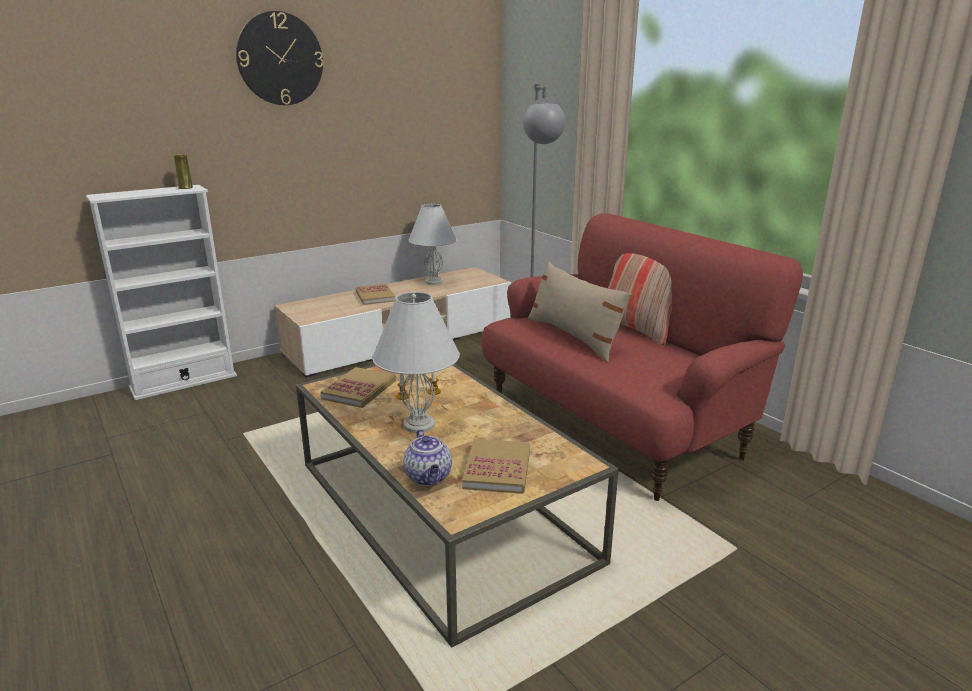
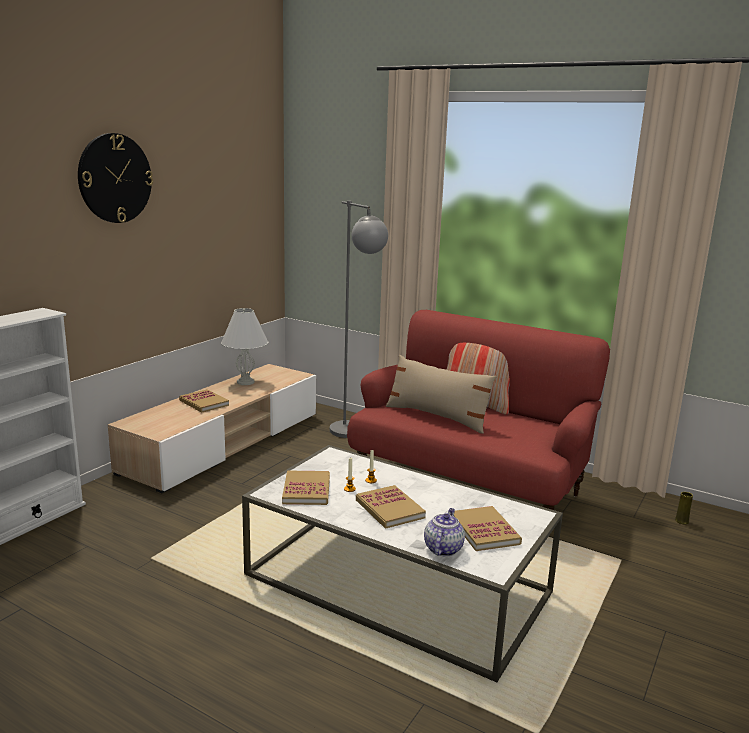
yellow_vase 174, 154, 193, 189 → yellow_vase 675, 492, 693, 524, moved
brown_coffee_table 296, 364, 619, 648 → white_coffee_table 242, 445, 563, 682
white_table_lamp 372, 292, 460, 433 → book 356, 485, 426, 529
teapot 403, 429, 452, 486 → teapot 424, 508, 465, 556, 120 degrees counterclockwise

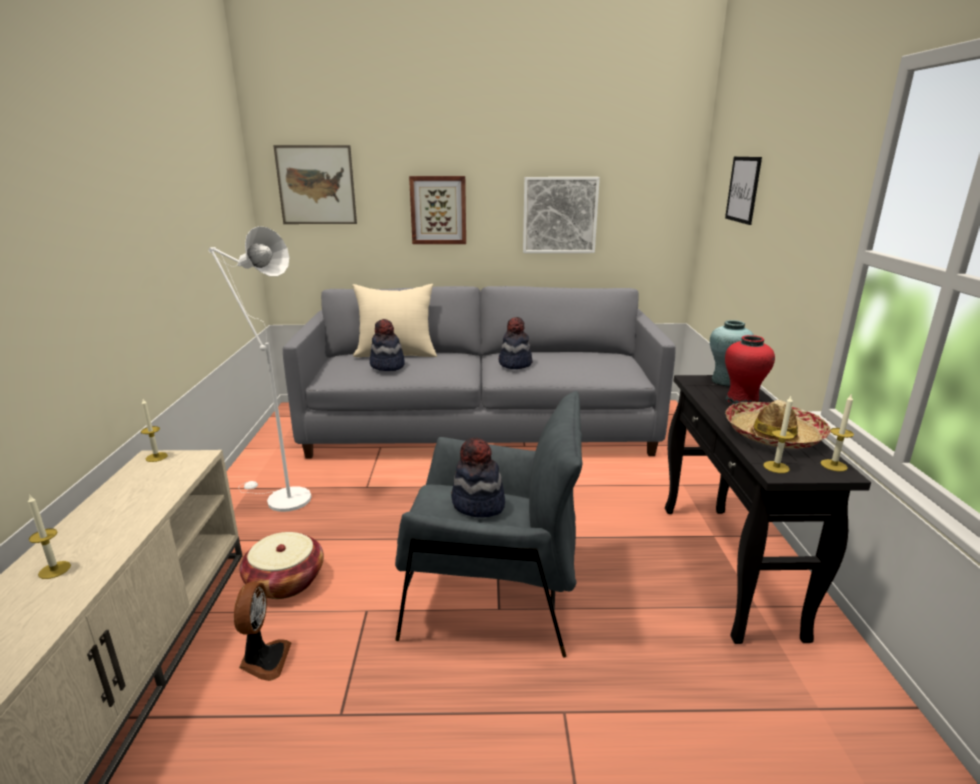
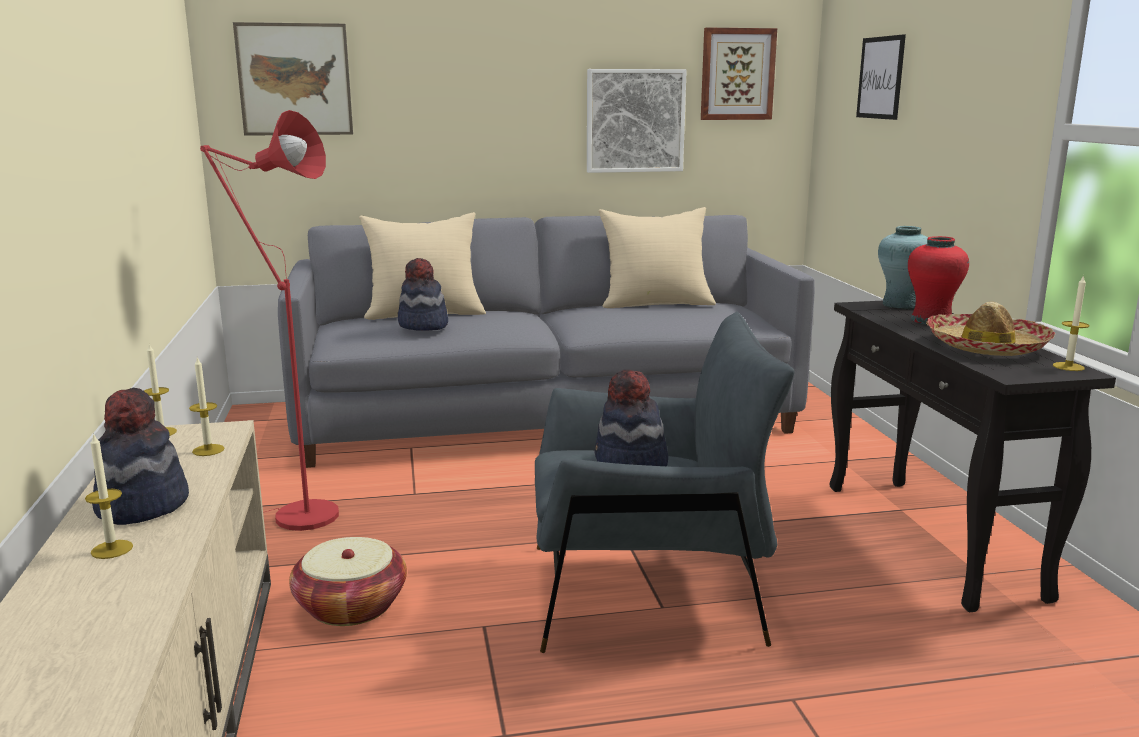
white_floor_lamp 208, 226, 312, 512 → red_floor_lamp 200, 110, 339, 531
fan 234, 582, 291, 681 → -
picture 409, 176, 466, 244 → picture 701, 28, 777, 120, moved
hat 498, 317, 533, 369 → hat 92, 388, 189, 525, moved
candle 763, 396, 795, 473 → candle 189, 357, 225, 456, moved
- → beige_pillow 598, 207, 716, 308

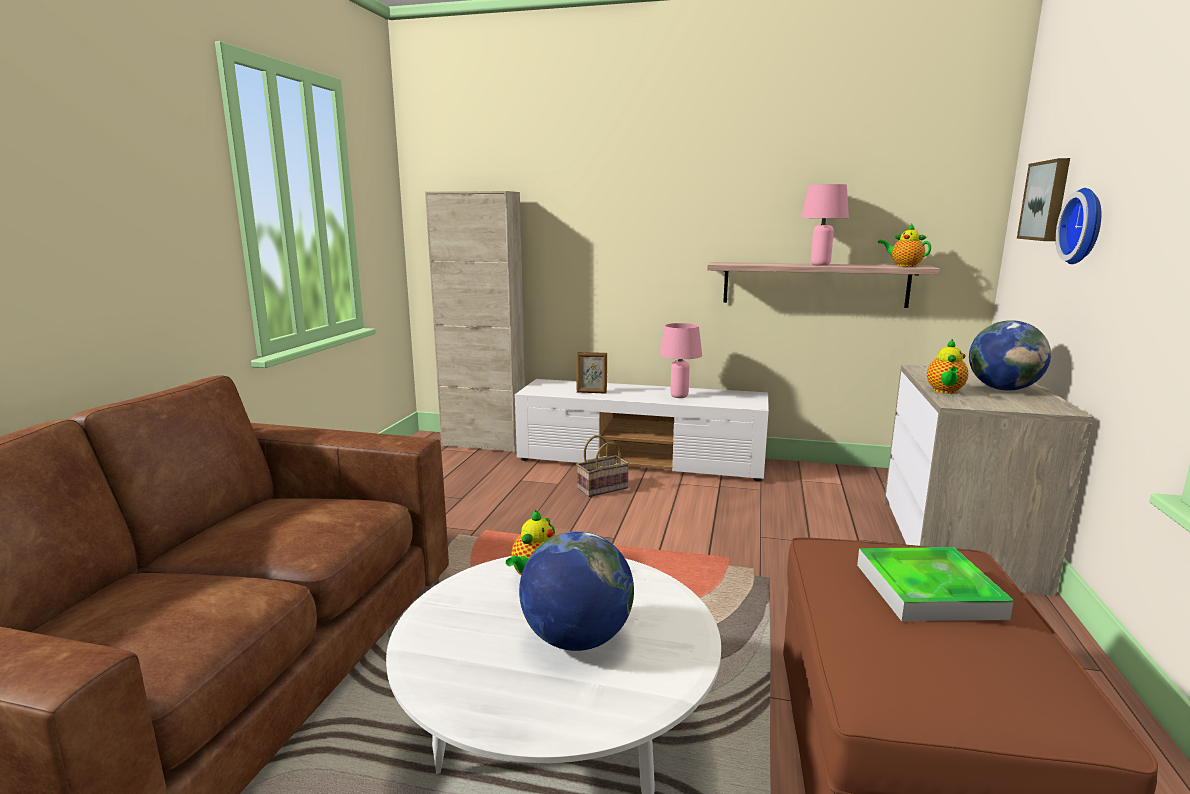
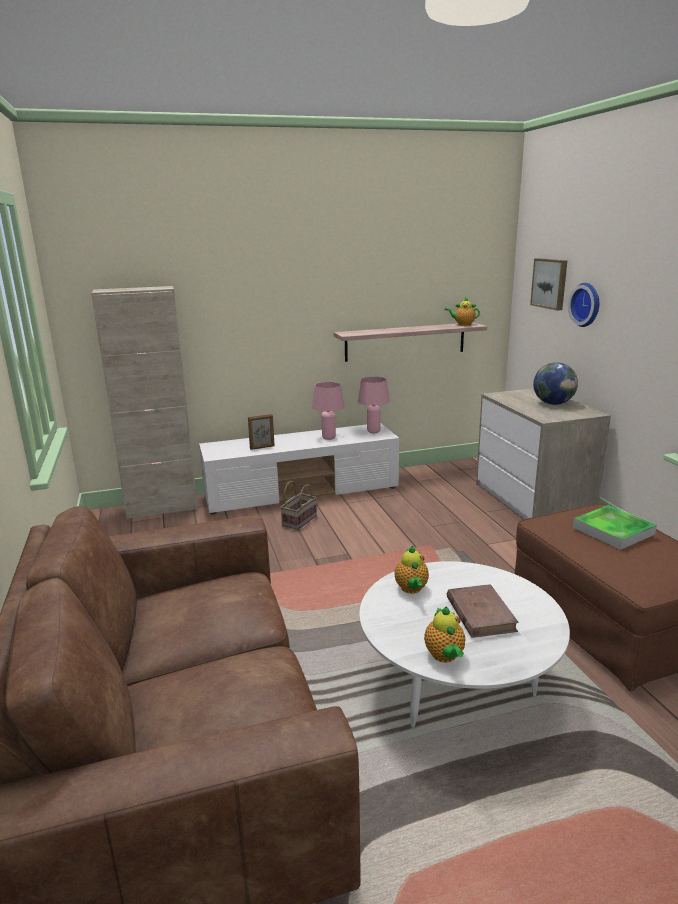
globe 519, 531, 634, 651 → brown_book 447, 584, 519, 638
pink_table_lamp 801, 184, 849, 266 → pink_table_lamp 358, 377, 390, 433, moved
teapot 927, 339, 968, 394 → teapot 424, 606, 465, 663, moved

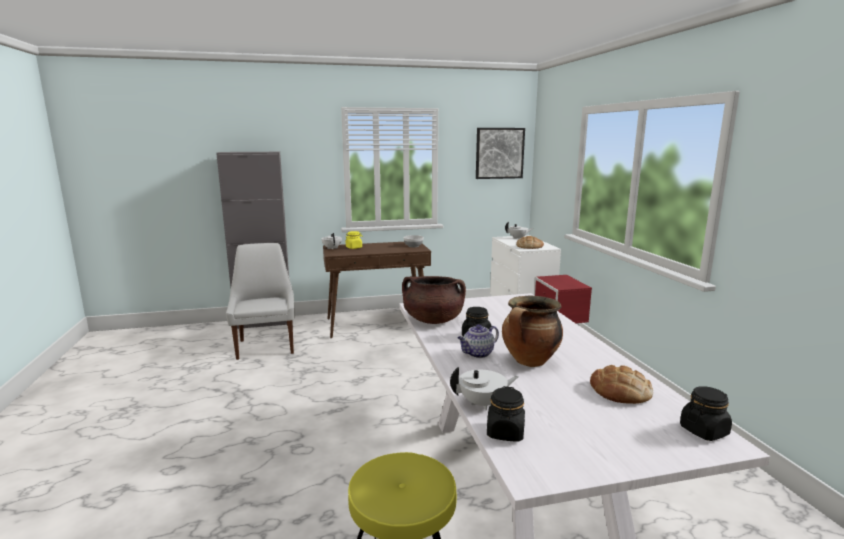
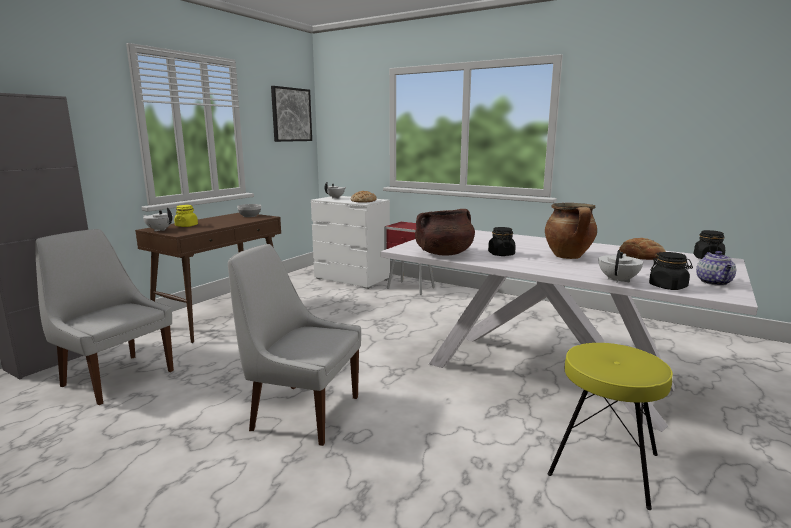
teapot 458, 324, 499, 358 → teapot 696, 251, 736, 286, moved
- → white_chair 228, 244, 361, 446

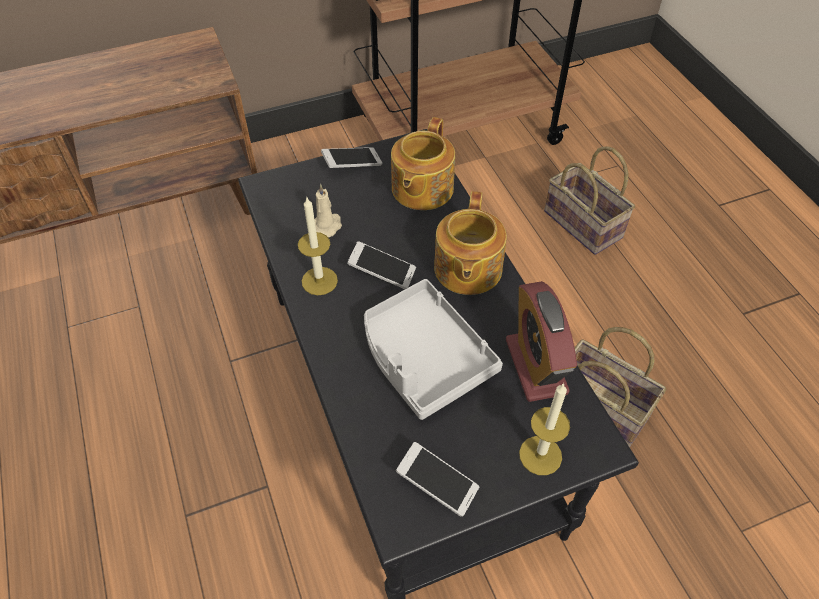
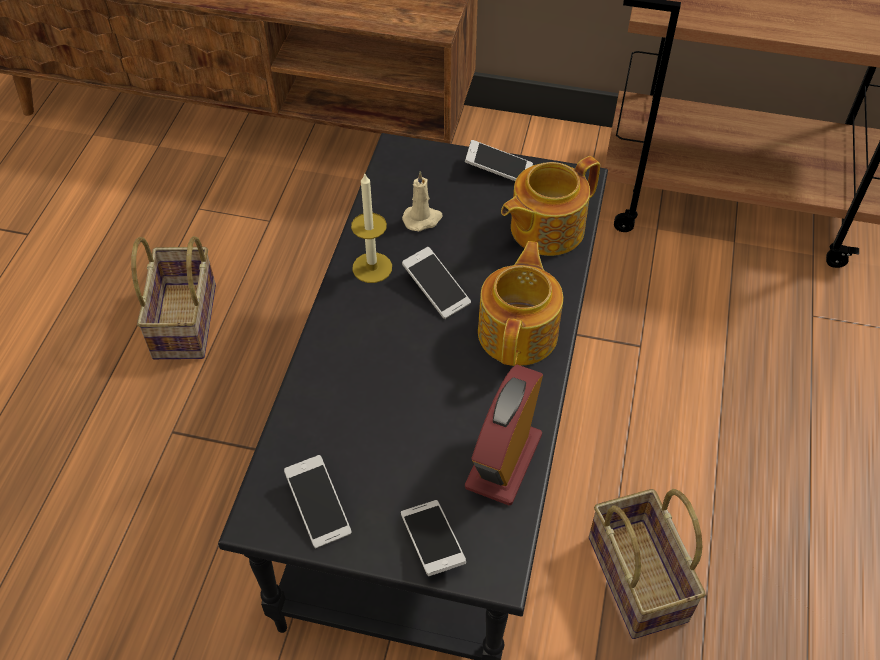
grey_tray 364, 279, 503, 420 → -
teapot 434, 191, 507, 295 → teapot 478, 241, 563, 366, 150 degrees clockwise
candle 519, 383, 570, 475 → phone 401, 500, 466, 576
basket 544, 146, 635, 255 → basket 131, 236, 216, 359, moved

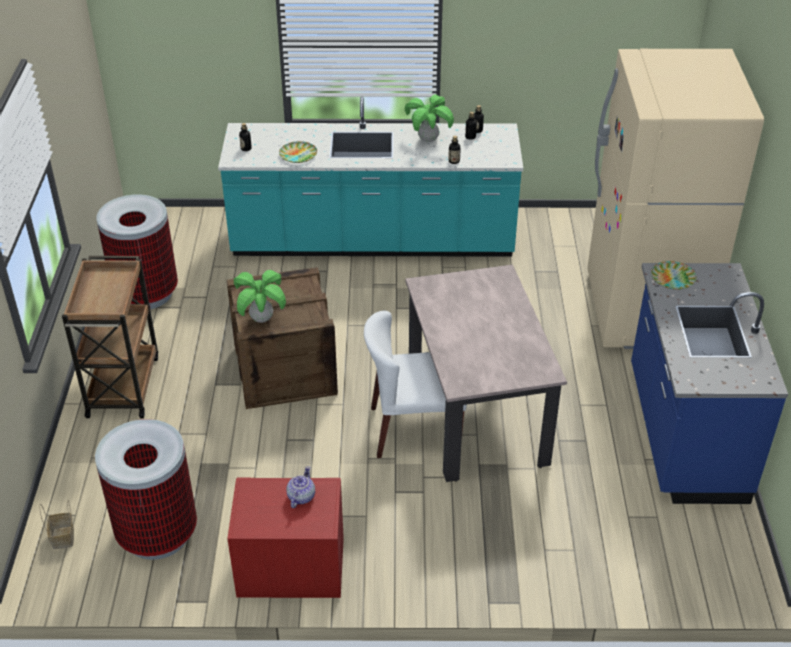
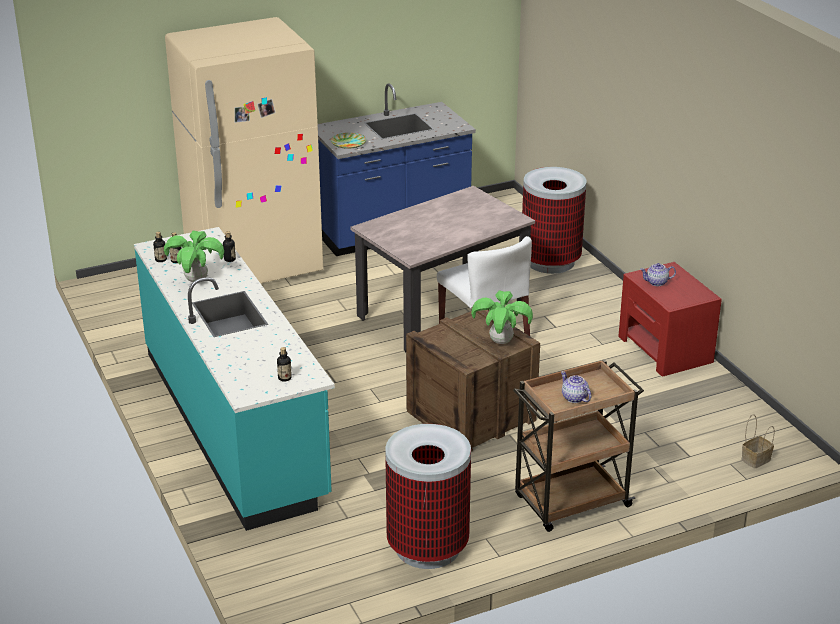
trash_can 95, 419, 197, 560 → trash_can 522, 167, 587, 274, moved
plate 279, 141, 317, 163 → -
- → teapot 561, 371, 591, 403

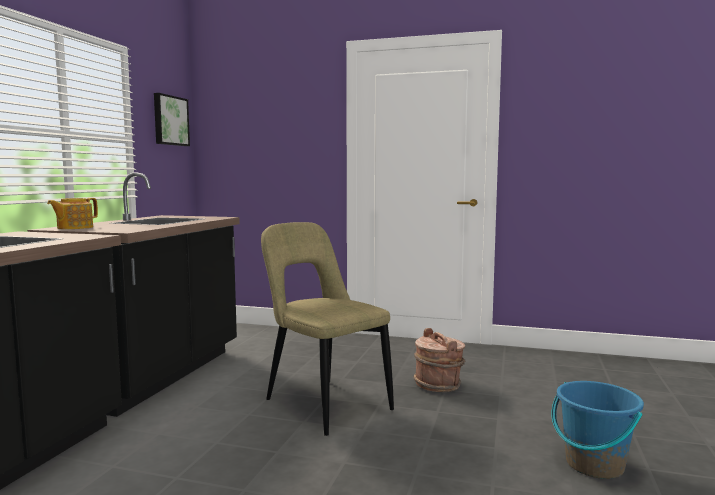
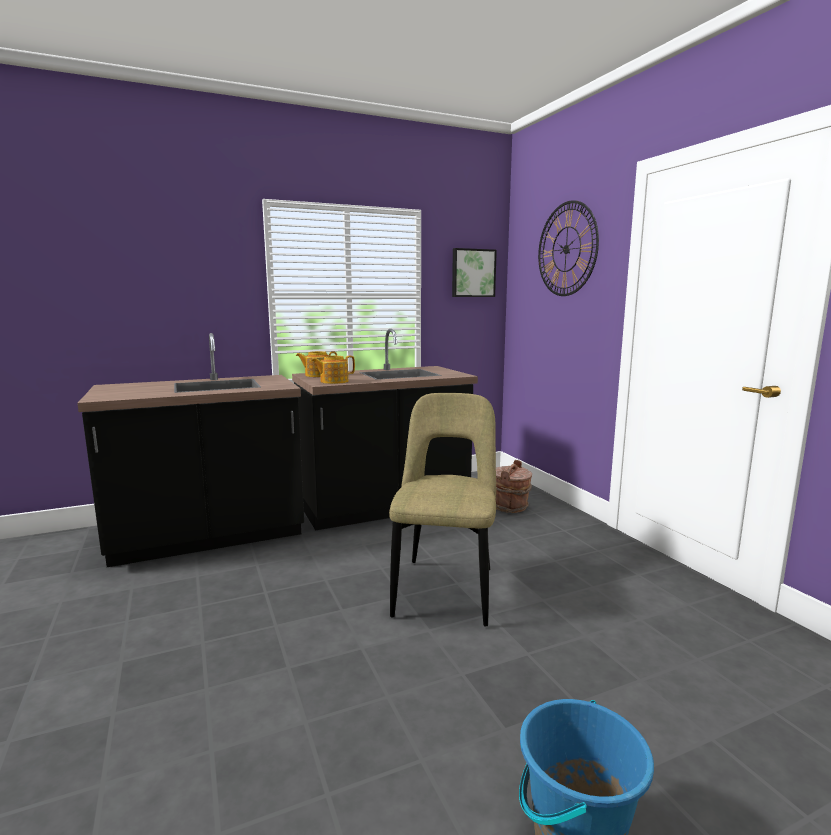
brown_bucket 414, 328, 465, 392 → brown_bucket 496, 460, 532, 513, moved
- → teapot 311, 356, 355, 384
- → wall_clock 538, 200, 599, 296

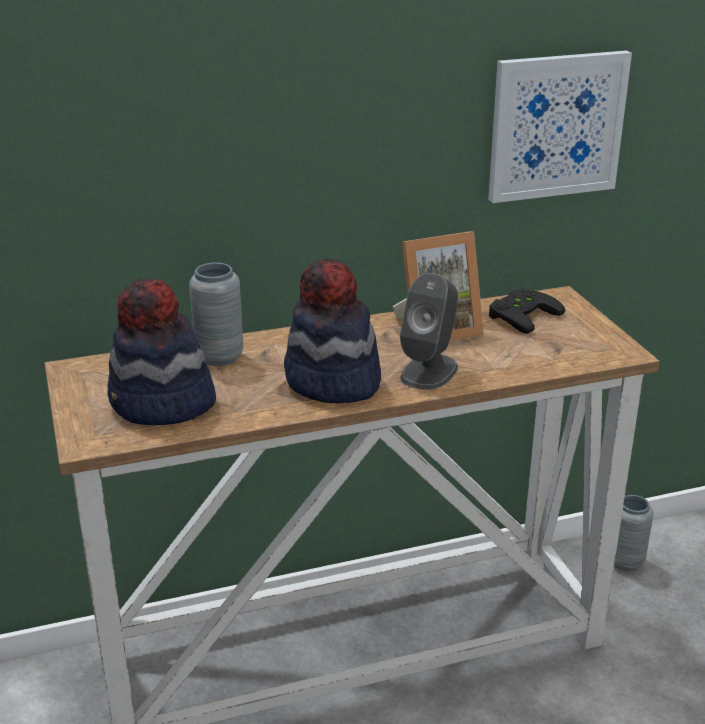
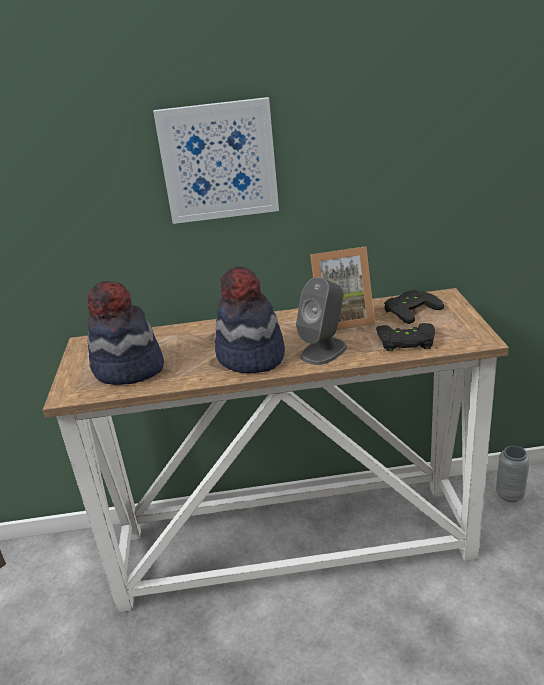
grey_vase 189, 263, 243, 366 → -
picture 488, 51, 632, 203 → picture 153, 97, 279, 224, moved
- → black_game_controller 376, 323, 435, 351

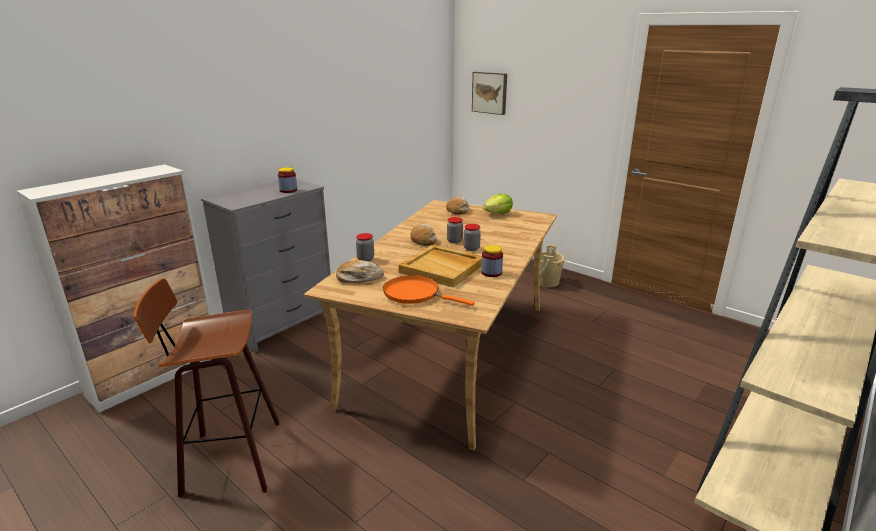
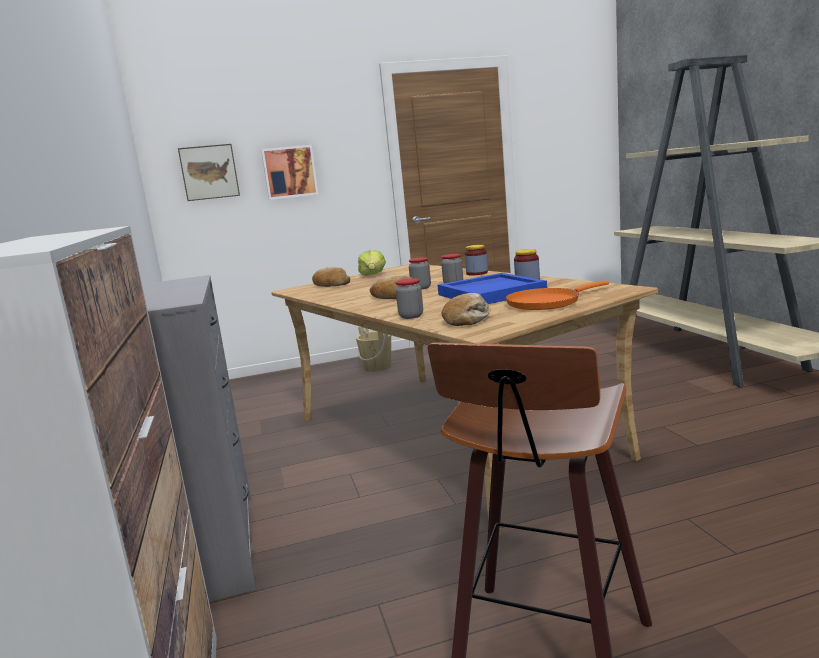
jar 278, 167, 297, 193 → jar 465, 245, 488, 275, moved
beige_tray 399, 245, 482, 288 → blue_tray 438, 273, 547, 304
- → picture 261, 145, 318, 200

